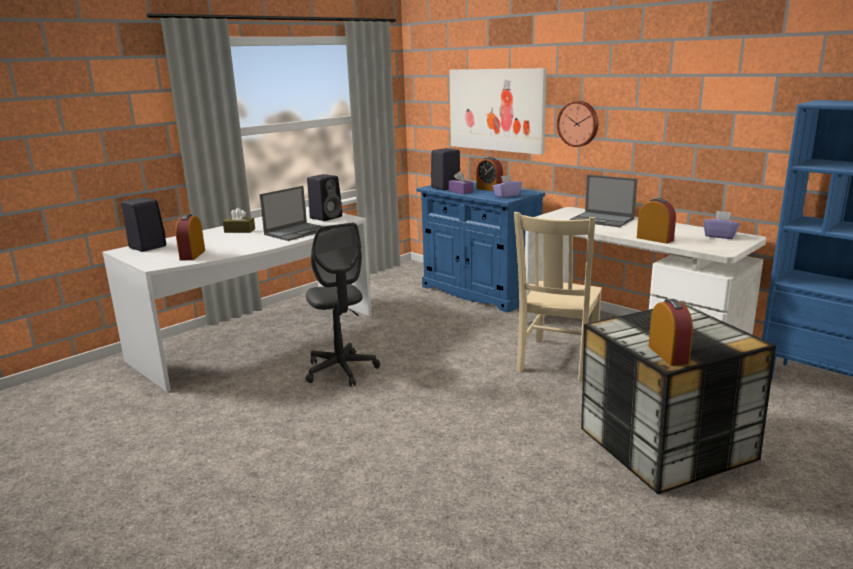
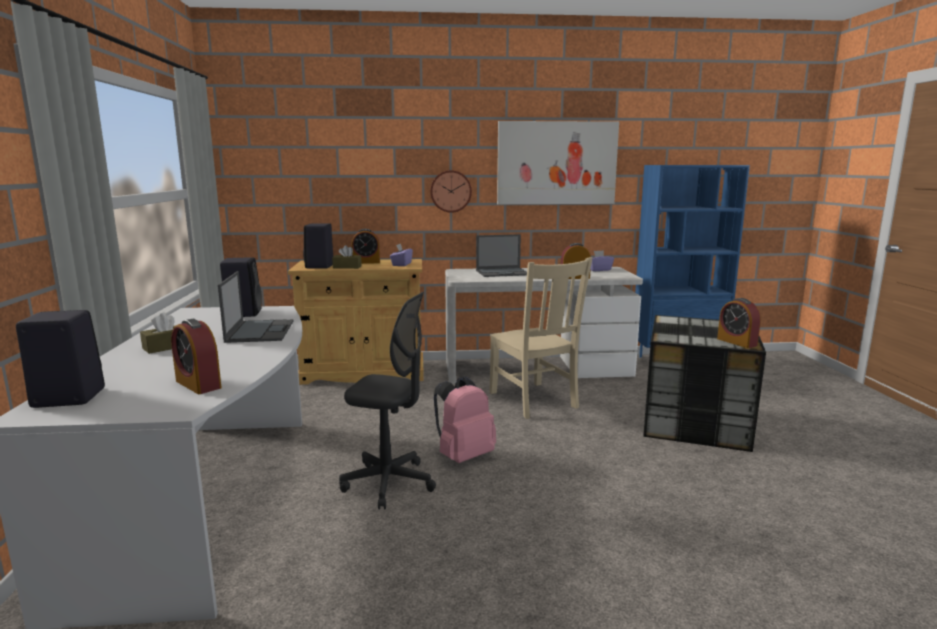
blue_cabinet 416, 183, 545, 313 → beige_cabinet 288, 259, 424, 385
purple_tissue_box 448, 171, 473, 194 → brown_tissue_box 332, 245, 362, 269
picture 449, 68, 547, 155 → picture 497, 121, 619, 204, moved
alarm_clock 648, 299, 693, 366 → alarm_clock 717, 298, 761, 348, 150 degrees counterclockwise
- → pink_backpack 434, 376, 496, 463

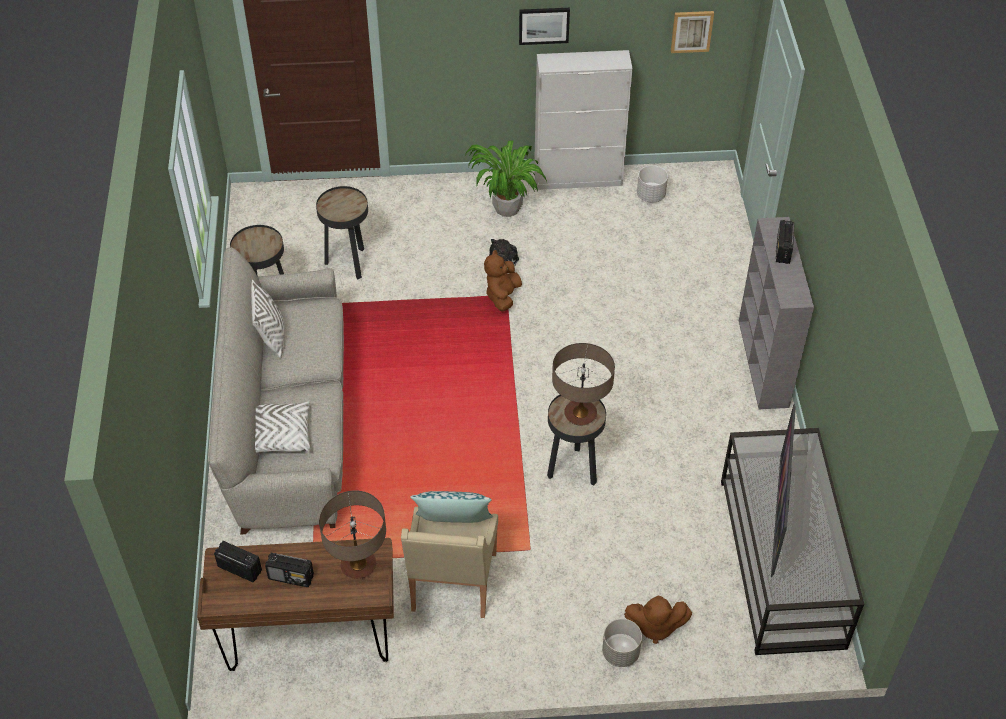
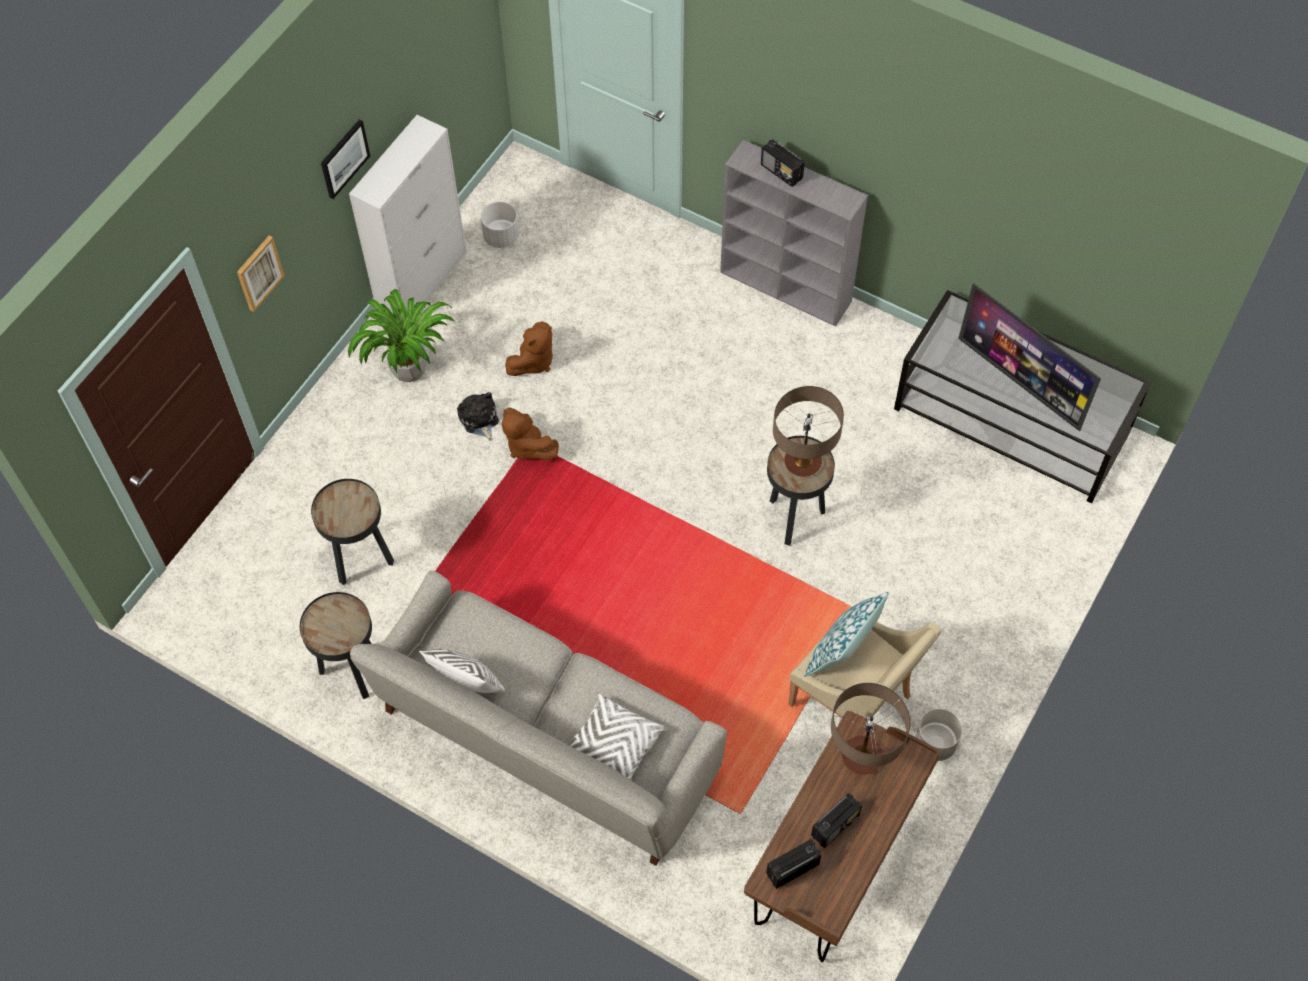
grey_planter 602, 619, 642, 667 → grey_planter 916, 709, 962, 761, moved
brown_plush_toy 624, 596, 692, 644 → brown_plush_toy 505, 321, 553, 376, moved
picture 671, 11, 714, 53 → picture 237, 236, 285, 312, moved

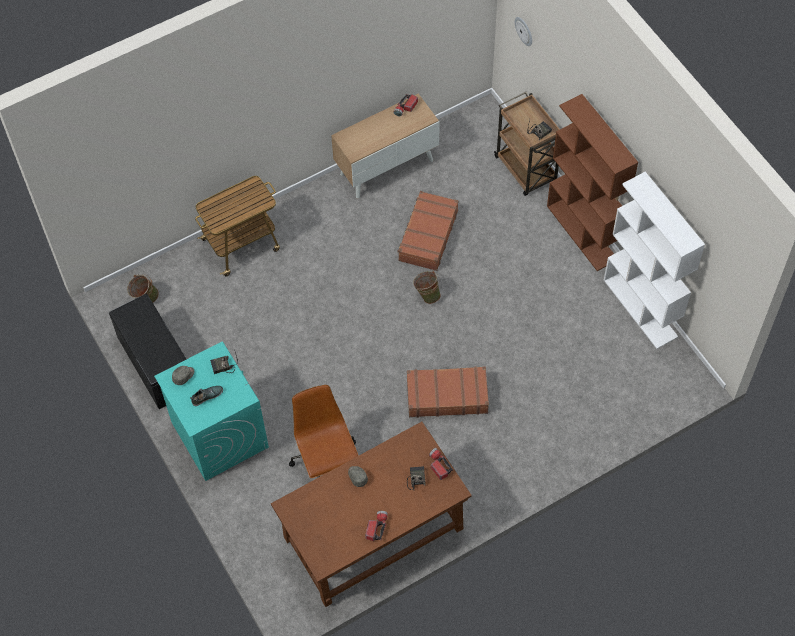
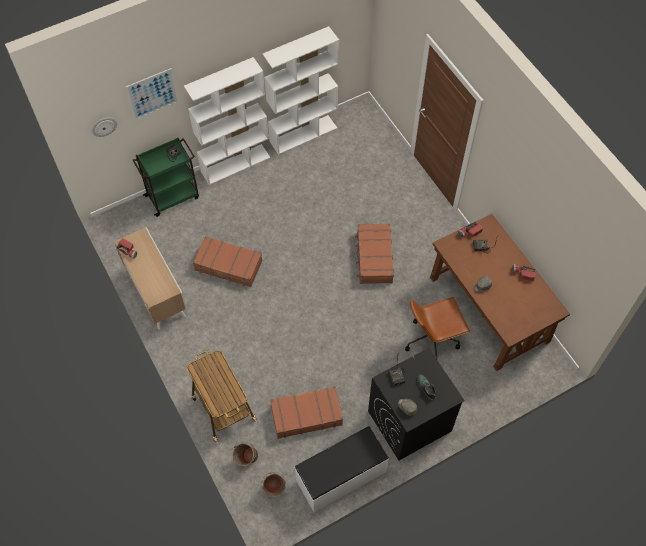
black_bench 109, 294, 186, 409 → white_bench 295, 426, 389, 512
turquoise_washing_machine 154, 341, 269, 481 → black_washing_machine 368, 348, 465, 460
green_bucket 413, 271, 441, 304 → green_bucket 233, 442, 258, 466, moved
brown_cart 494, 92, 560, 196 → green_cart 133, 138, 199, 217
brown_bookcase 547, 94, 638, 271 → white_bookcase 184, 57, 270, 185
- → picture 125, 68, 179, 120
- → brown_suitcase 270, 386, 343, 439

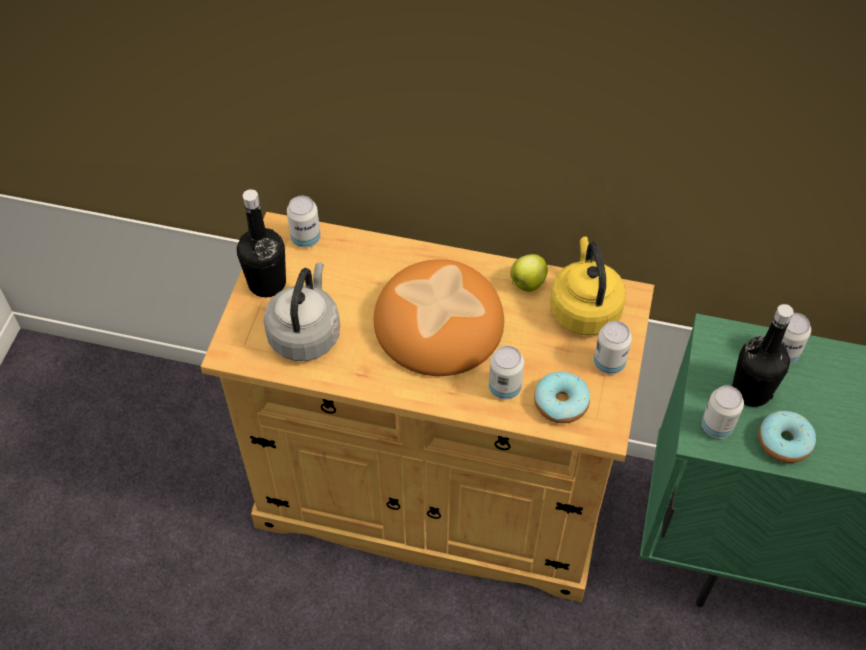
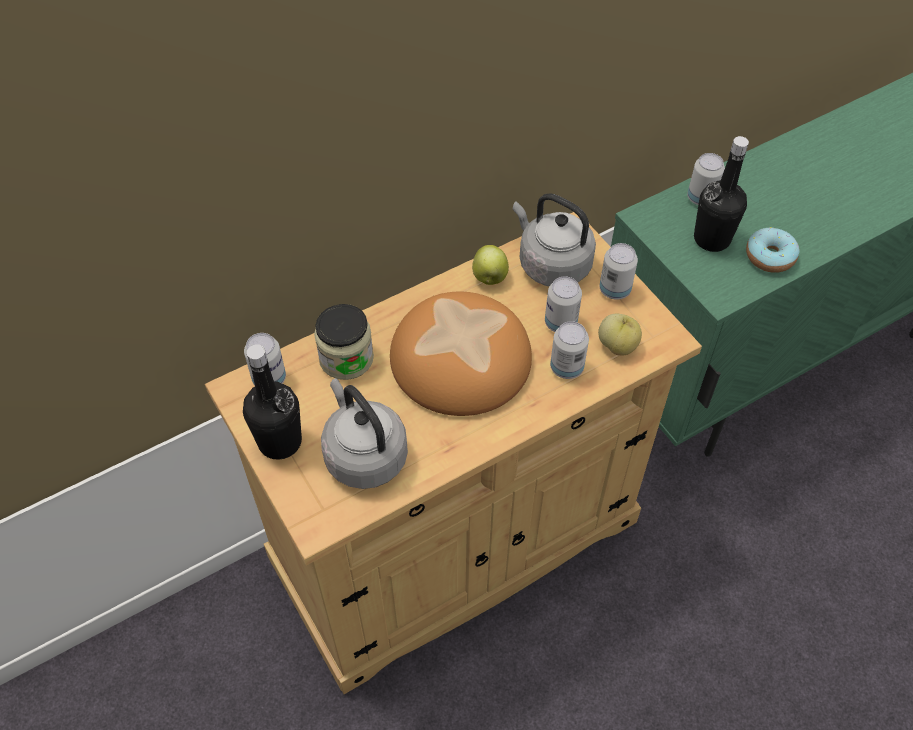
donut 534, 371, 590, 423 → apple 598, 314, 642, 356
yellow_kettle 550, 236, 626, 335 → grey_kettle 513, 193, 596, 286
can 702, 386, 744, 438 → can 545, 276, 582, 332, moved
- → jar 314, 304, 374, 380

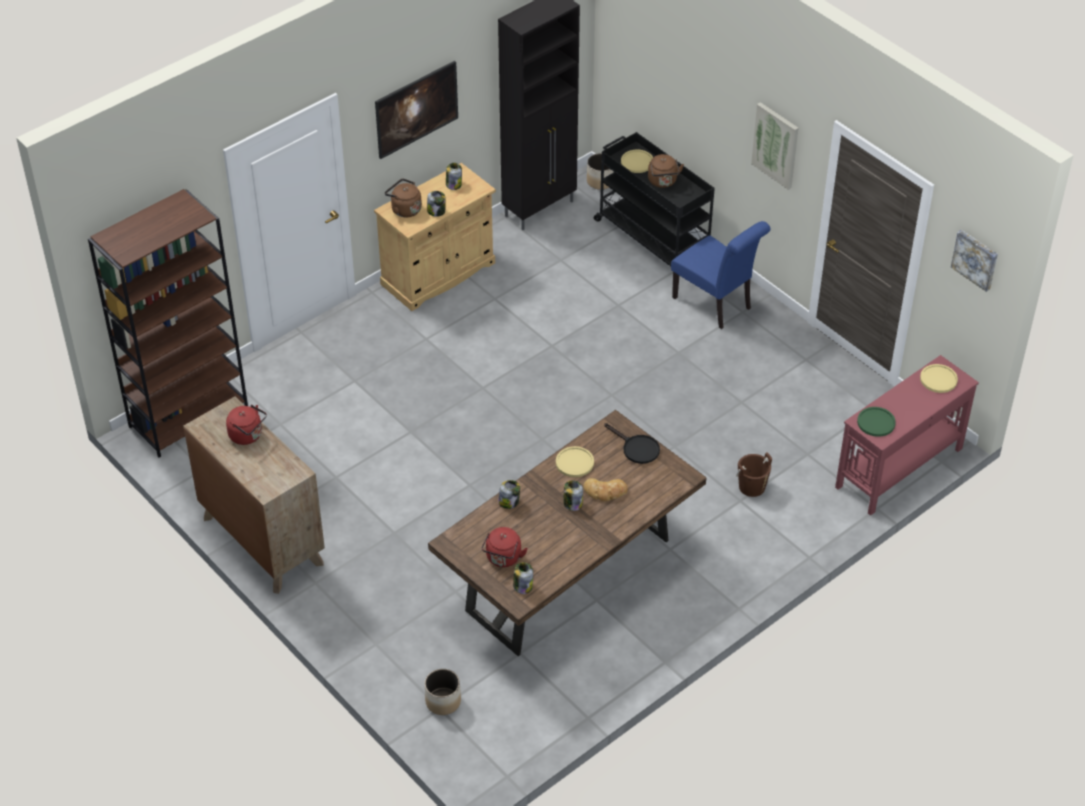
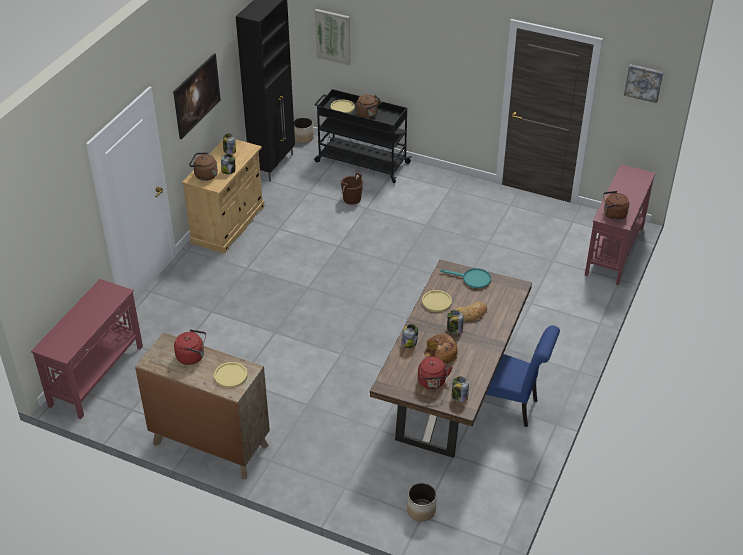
brown_bookcase 88, 189, 248, 458 → red_console_table 31, 279, 143, 419
black_frying_pan 604, 423, 660, 464 → turquoise_frying_pan 440, 268, 491, 289
blue_chair 671, 221, 771, 329 → blue_chair 486, 326, 560, 427, moved
brown_bucket 736, 453, 772, 497 → brown_bucket 341, 172, 363, 205, moved
picture 751, 102, 798, 190 → picture 315, 9, 351, 65, moved
green_plate 857, 407, 896, 437 → brown_kettle 603, 191, 629, 220
yellow_plate 920, 364, 958, 393 → yellow_plate 214, 362, 248, 388, moved
- → bread 424, 333, 458, 363

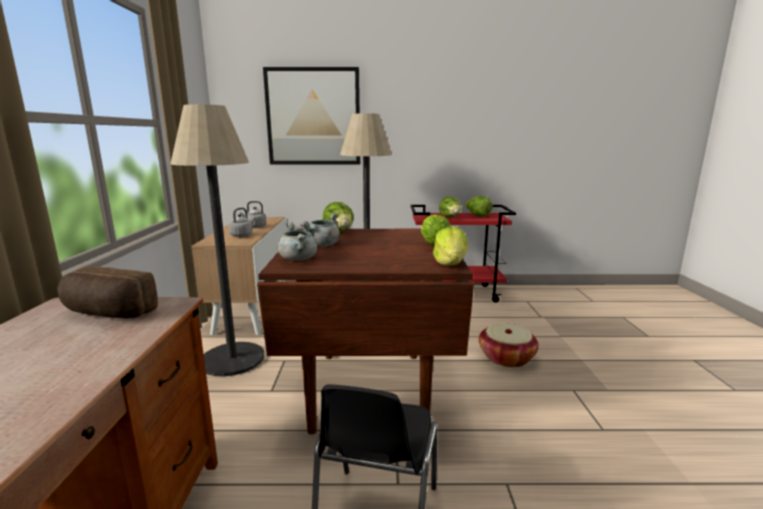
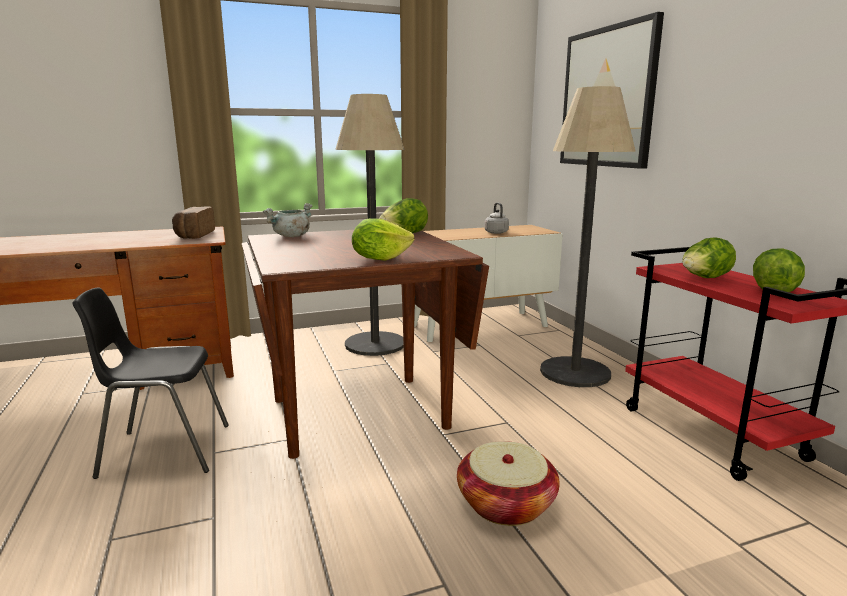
grey_kettle 229, 208, 255, 237 → -
grey_cooking_pot 300, 213, 340, 247 → -
lettuce 433, 226, 468, 266 → -

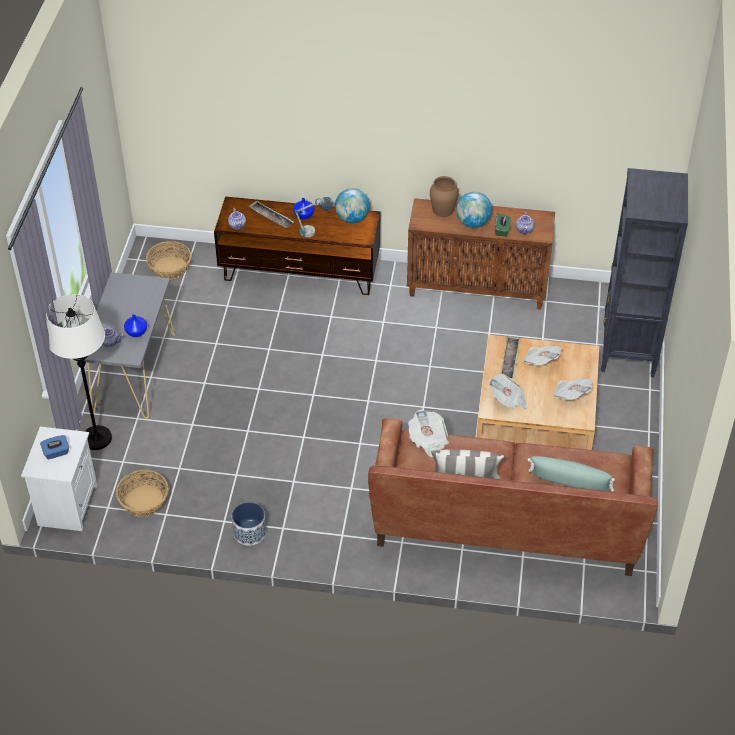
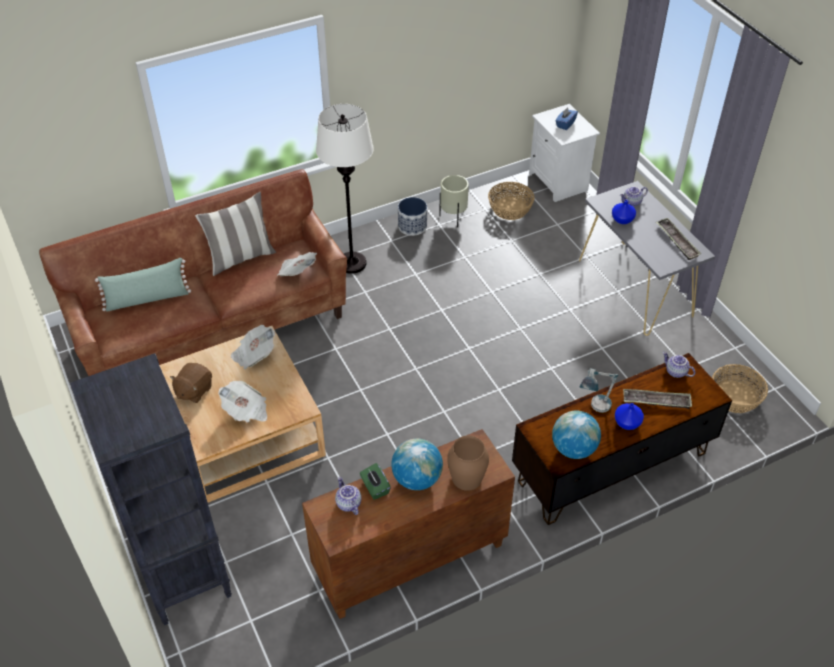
white_floor_lamp 46, 294, 112, 450 → white_floor_lamp 316, 104, 374, 274, moved
tray 501, 336, 520, 378 → tray 656, 218, 701, 260, moved
newspaper 552, 378, 593, 400 → brown_plush_toy 170, 363, 212, 403
- → beige_planter 439, 175, 469, 227

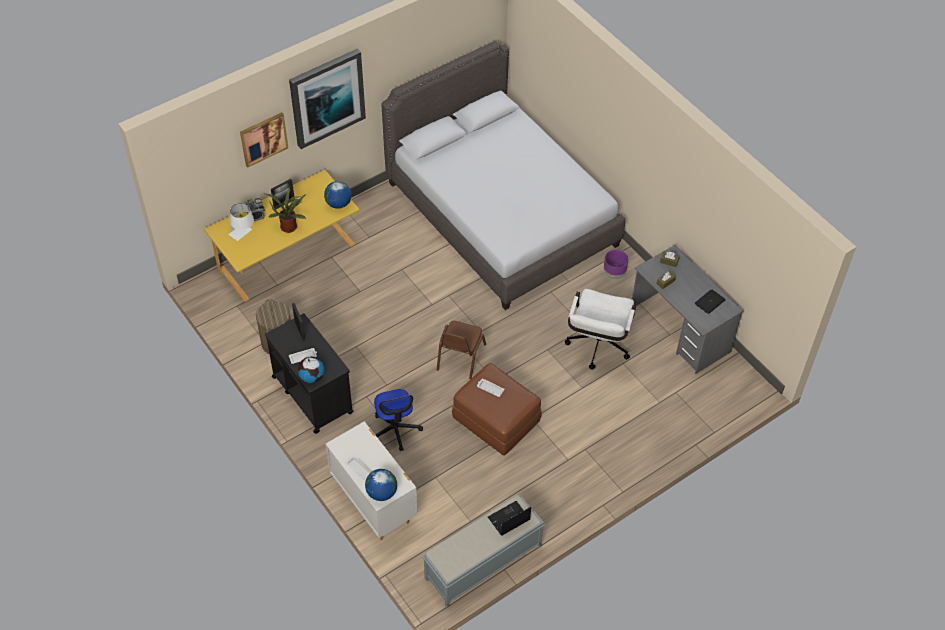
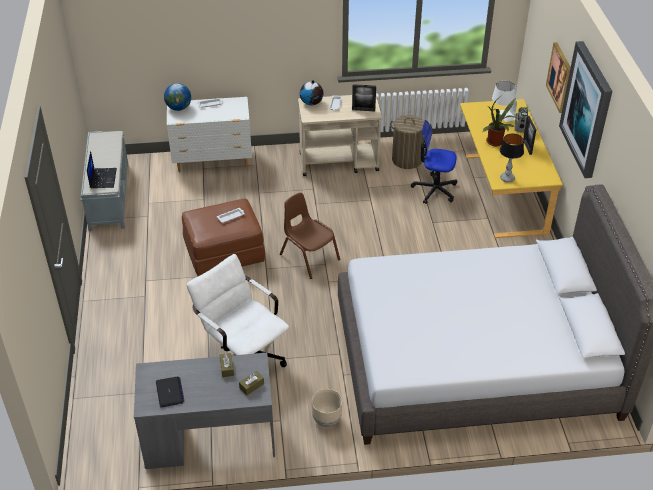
black_cart 265, 313, 354, 434 → beige_cart 298, 95, 382, 176
globe 324, 181, 352, 209 → table_lamp 500, 134, 524, 183
office_chair 374, 389, 423, 451 → office_chair 411, 120, 457, 204, moved
purple_planter 604, 250, 629, 279 → beige_planter 312, 389, 342, 427

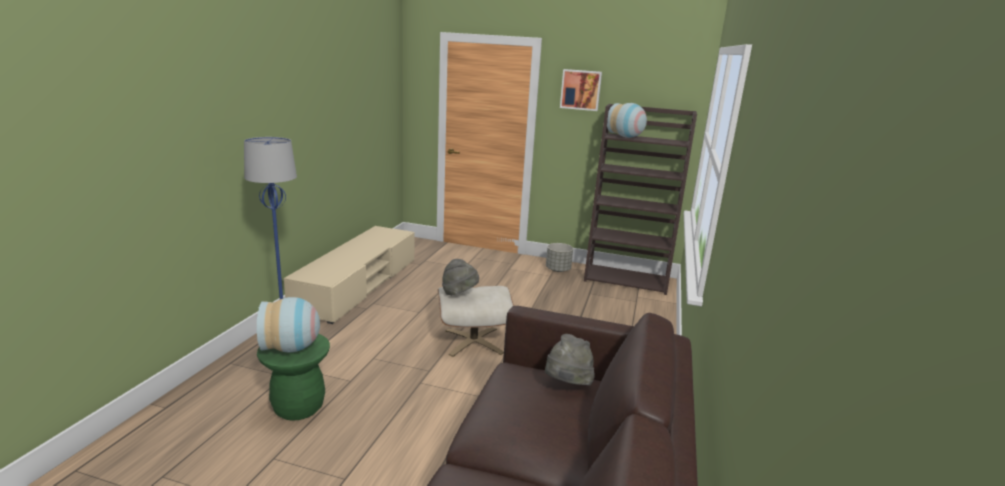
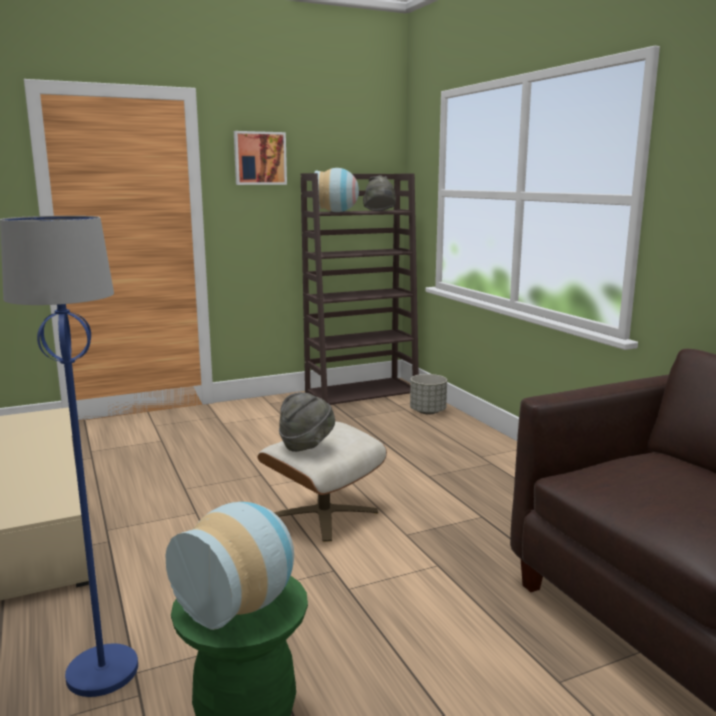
grey_hat 545, 334, 595, 386 → grey_hat 363, 175, 396, 211, moved
grey_planter 546, 243, 573, 272 → grey_planter 410, 374, 447, 415, moved

